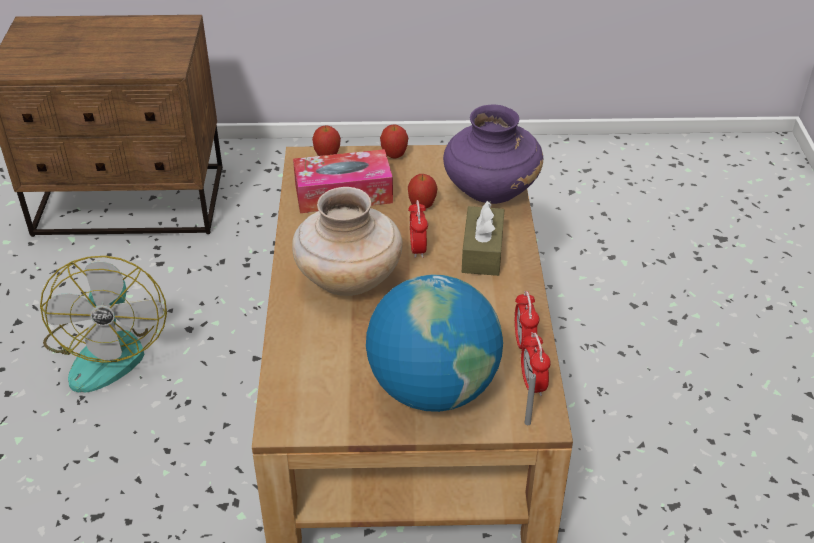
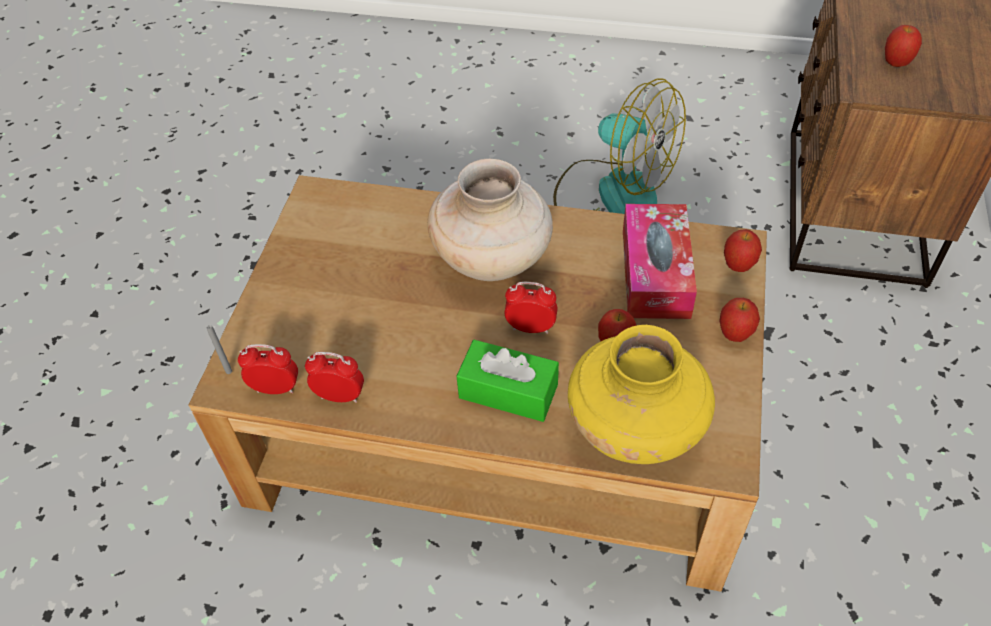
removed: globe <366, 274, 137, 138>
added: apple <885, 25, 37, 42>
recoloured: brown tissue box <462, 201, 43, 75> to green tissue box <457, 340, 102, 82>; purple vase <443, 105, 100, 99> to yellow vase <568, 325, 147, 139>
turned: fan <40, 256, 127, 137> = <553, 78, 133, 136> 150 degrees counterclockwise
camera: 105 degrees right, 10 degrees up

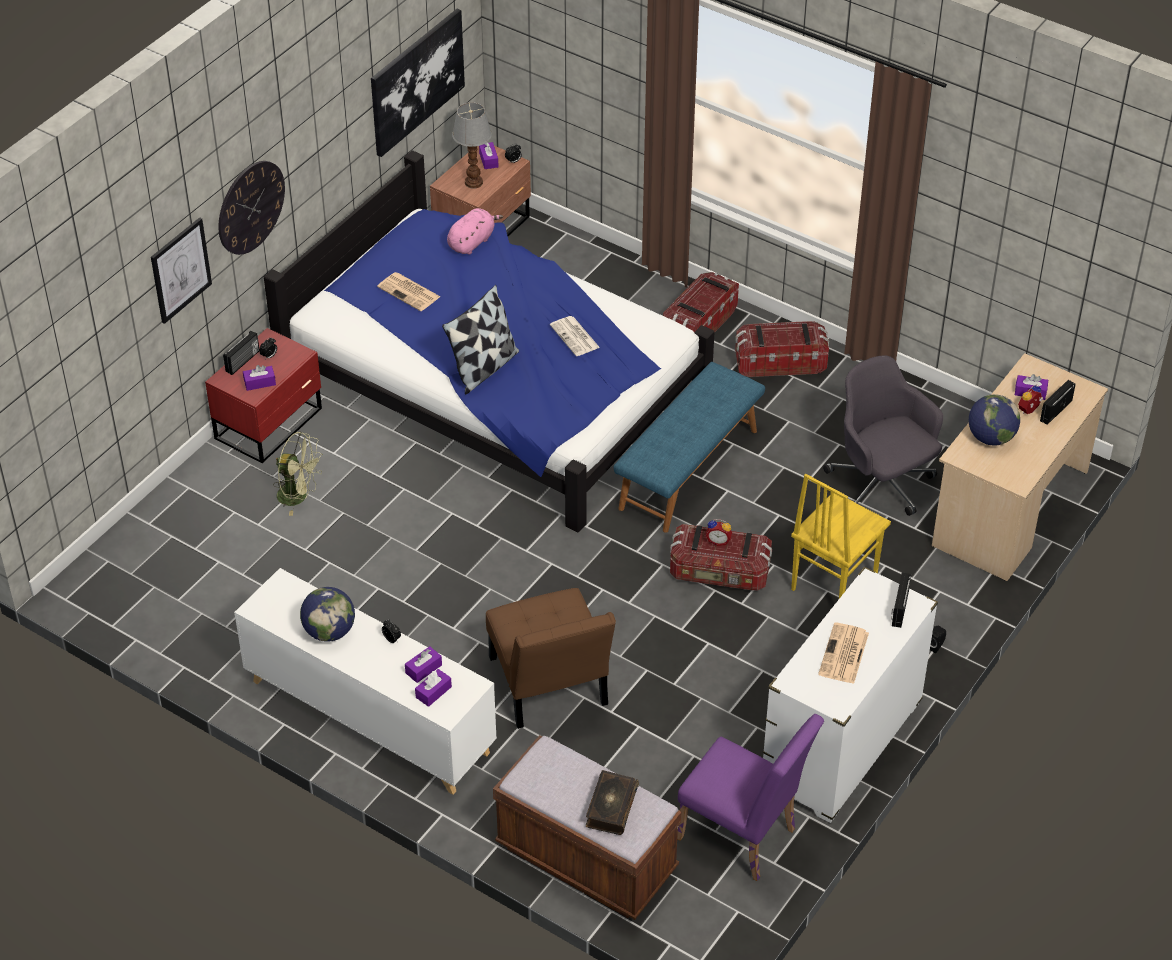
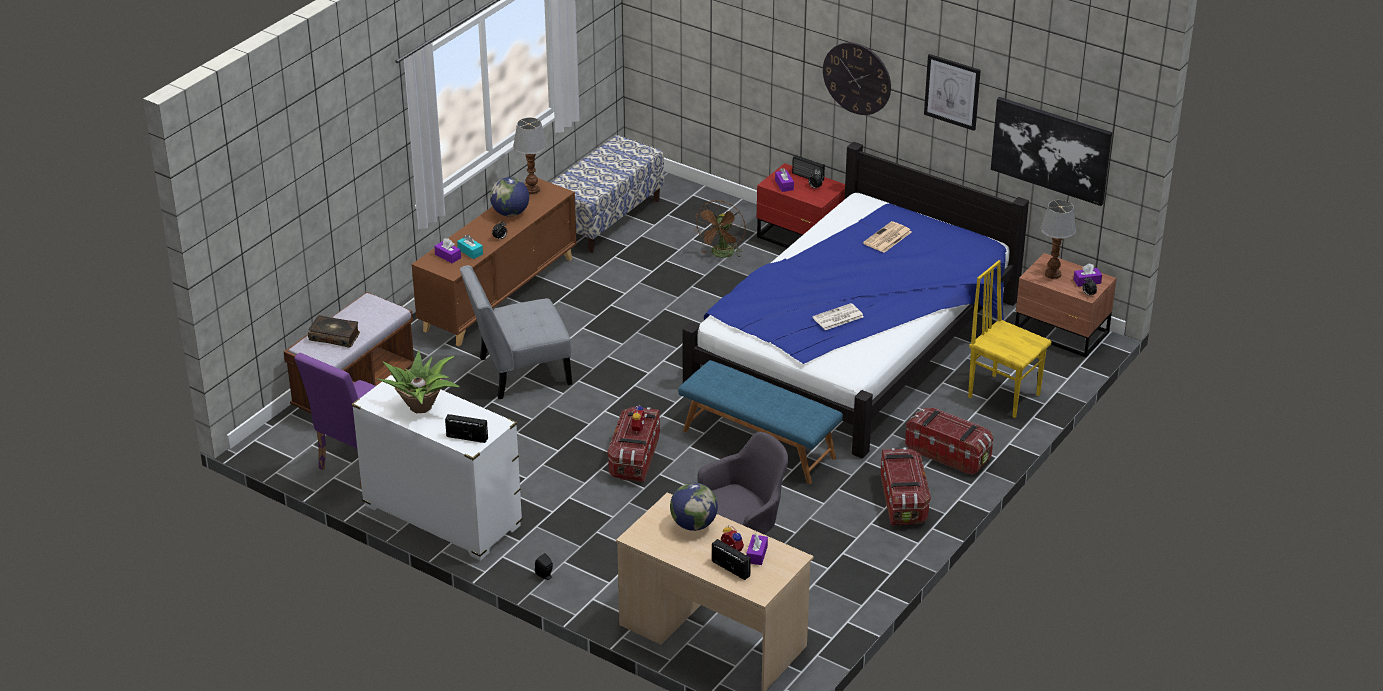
removed: pillow <442, 285, 77, 109>; pink plush toy <447, 208, 56, 47>
added: table lamp <513, 118, 34, 77>; bench <550, 135, 114, 118>
moved: picture <151, 217, 61, 107> to <924, 54, 57, 77>; yellow chair <791, 474, 100, 125> to <968, 260, 84, 158>
replaced: newspaper <818, 623, 51, 61> to potted plant <377, 351, 83, 62>
recoloured: white cabinet <234, 568, 263, 227> to brown cabinet <412, 178, 165, 168>; purple tissue box <405, 646, 37, 37> to turquoise tissue box <457, 235, 26, 24>; brown chair <486, 588, 130, 141> to grey chair <460, 265, 112, 134>; green fan <273, 431, 50, 85> to brown fan <694, 200, 51, 58>
camera: 90 degrees right, 10 degrees down

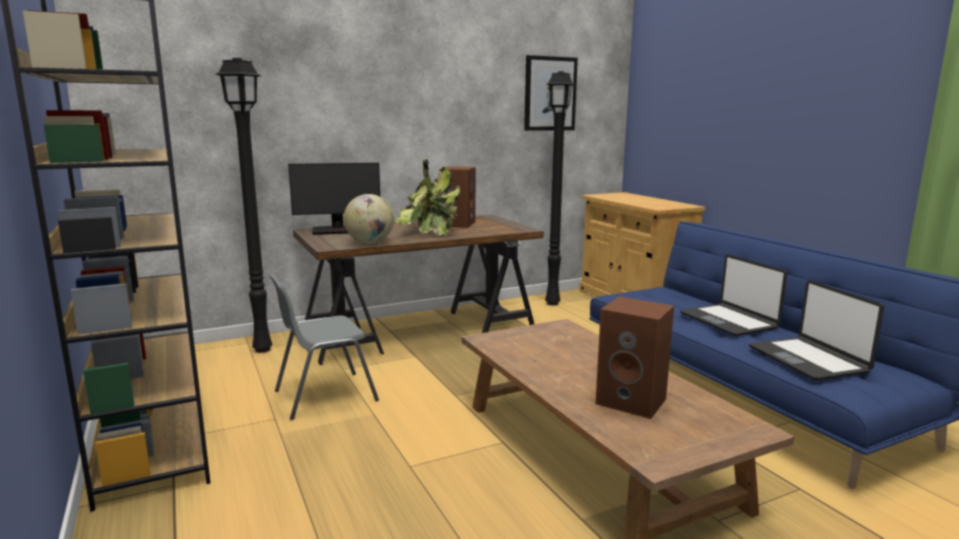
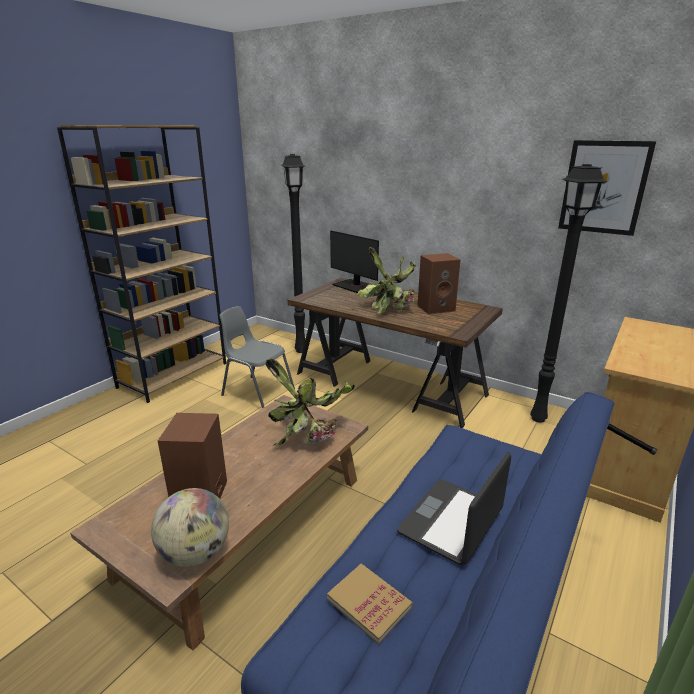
added: potted plant <266, 359, 89, 87>
moved: globe <344, 194, 50, 50> to <151, 488, 78, 79>
replaced: laptop <749, 280, 135, 100> to book <327, 564, 86, 81>
camera: 60 degrees right, 10 degrees up

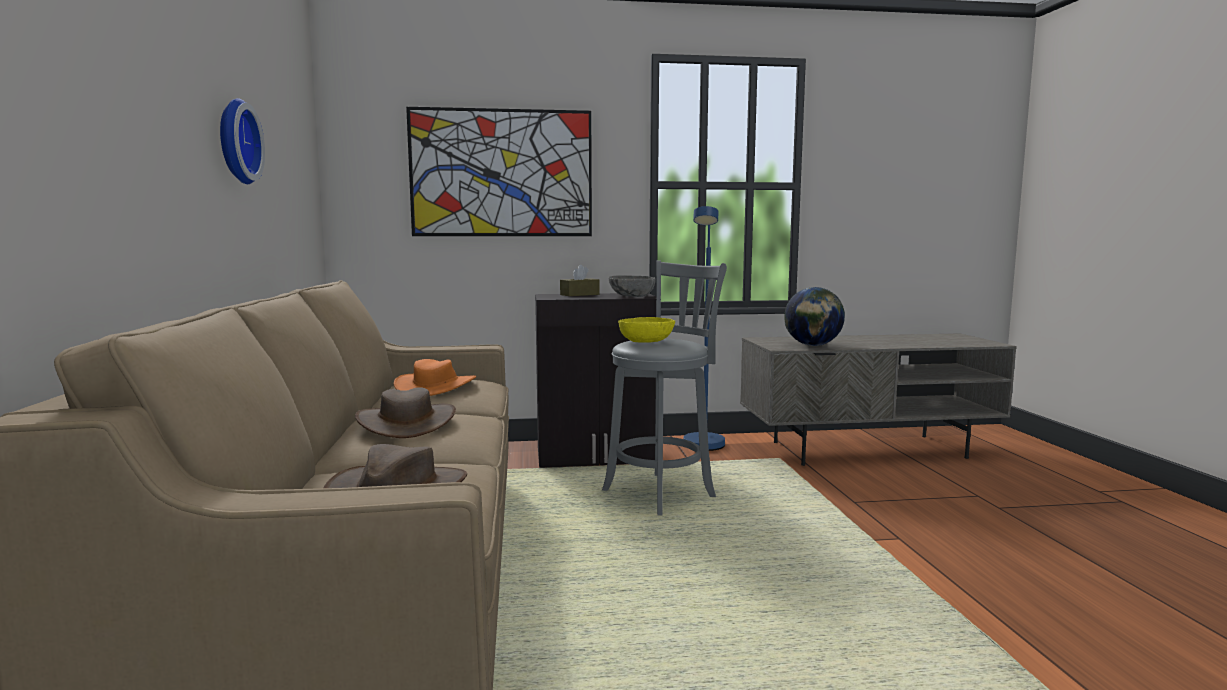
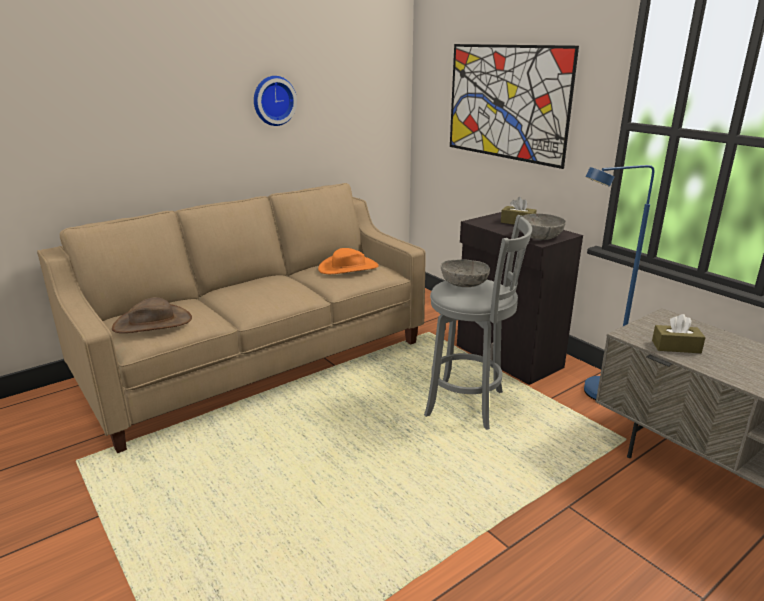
removed: brown hat <355, 387, 101, 51>
replaced: globe <784, 287, 61, 59> to brown tissue box <652, 314, 54, 39>
recoloured: yellow bowl <618, 317, 57, 26> to grey bowl <441, 259, 49, 28>
camera: 60 degrees right, 15 degrees up

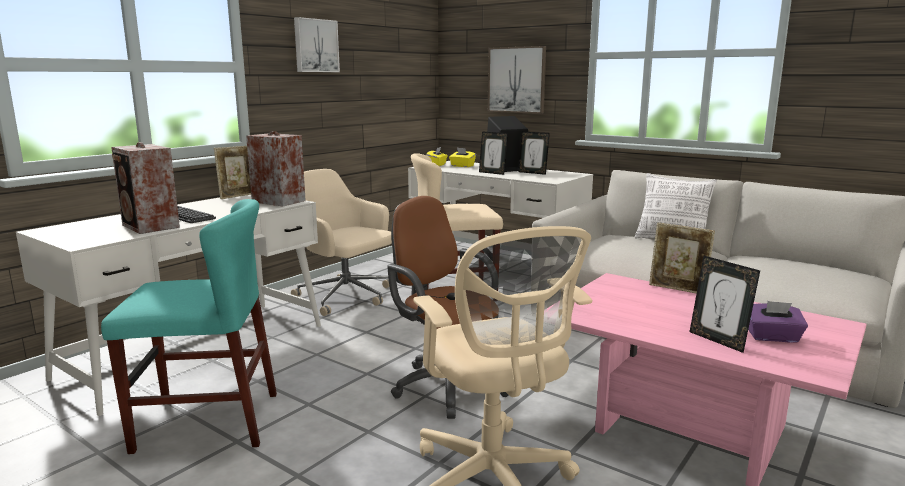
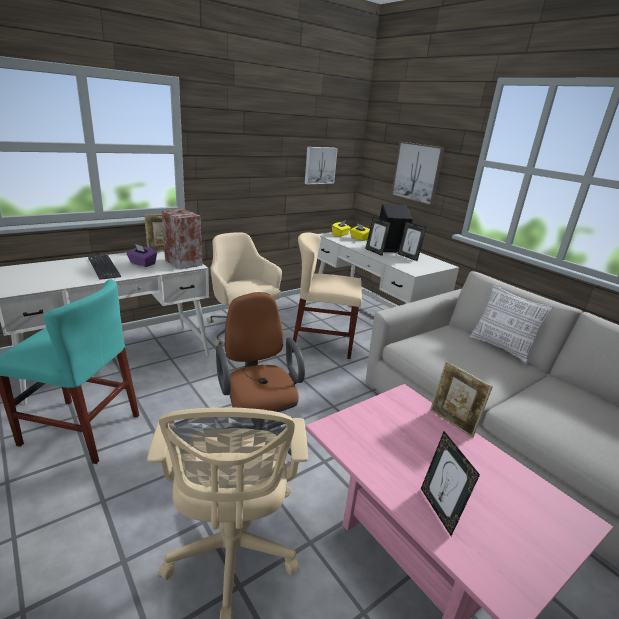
removed: speaker <111, 142, 69, 92>
moved: purple tissue box <748, 301, 60, 42> to <127, 244, 30, 23>; picture <294, 17, 46, 55> to <305, 147, 33, 37>
camera: 15 degrees right, 10 degrees up

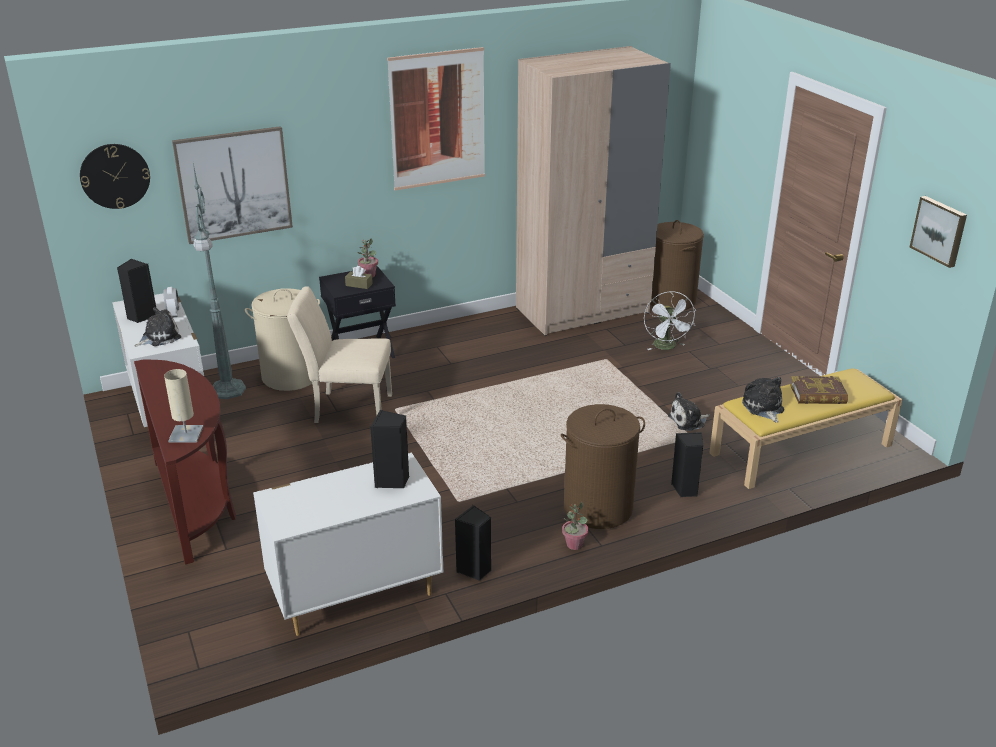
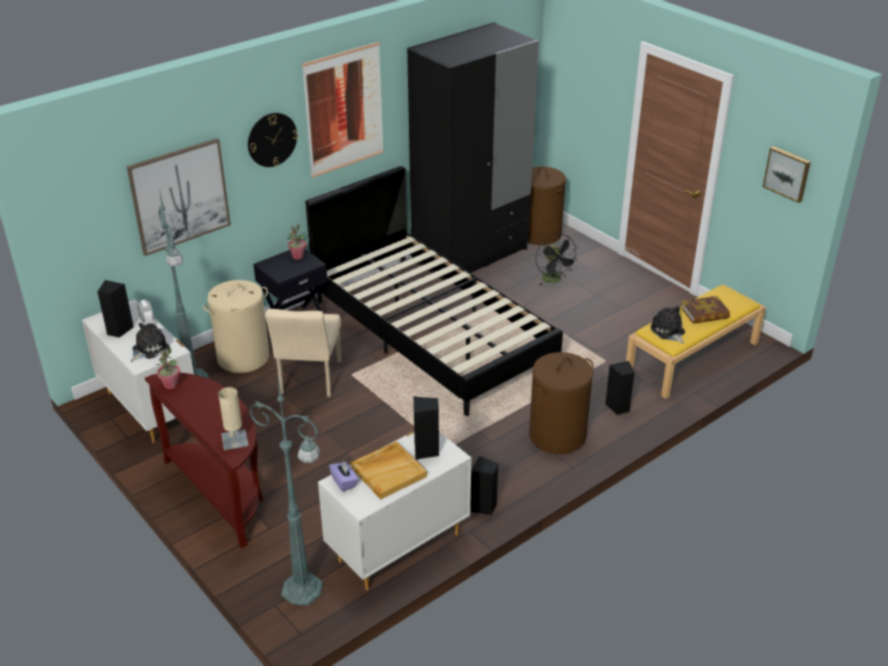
removed: brown tissue box <345, 266, 28, 23>; plush toy <668, 392, 42, 39>
added: green floor lamp <249, 378, 74, 228>; black bed <305, 166, 258, 250>; purple tissue box <329, 461, 29, 31>; beige tray <351, 441, 76, 59>
moved: potted plant <562, 502, 26, 48> to <156, 347, 24, 42>; wall clock <80, 144, 70, 65> to <248, 113, 50, 54>
recoloured: beige wardrobe <516, 46, 155, 290> to black wardrobe <407, 22, 132, 259>; white fan <644, 291, 52, 59> to black fan <536, 234, 42, 52>
turned: beige chair <287, 286, 105, 137> = <265, 309, 76, 88> 75 degrees counterclockwise
camera: 15 degrees left, 5 degrees up

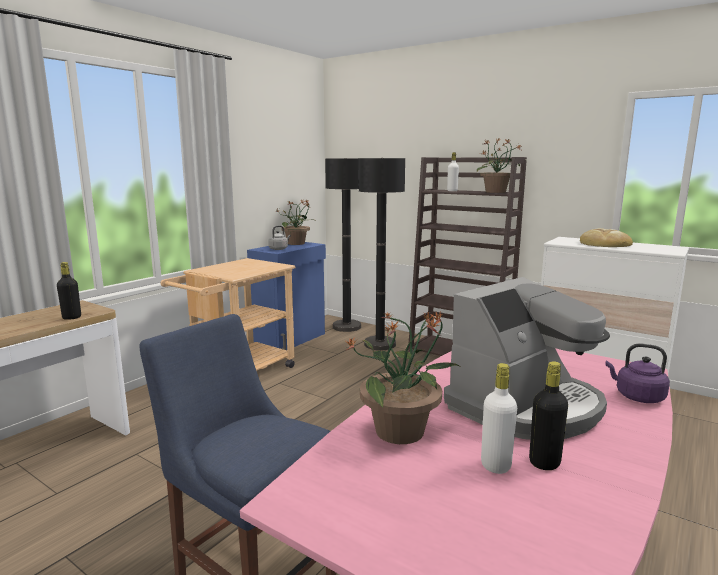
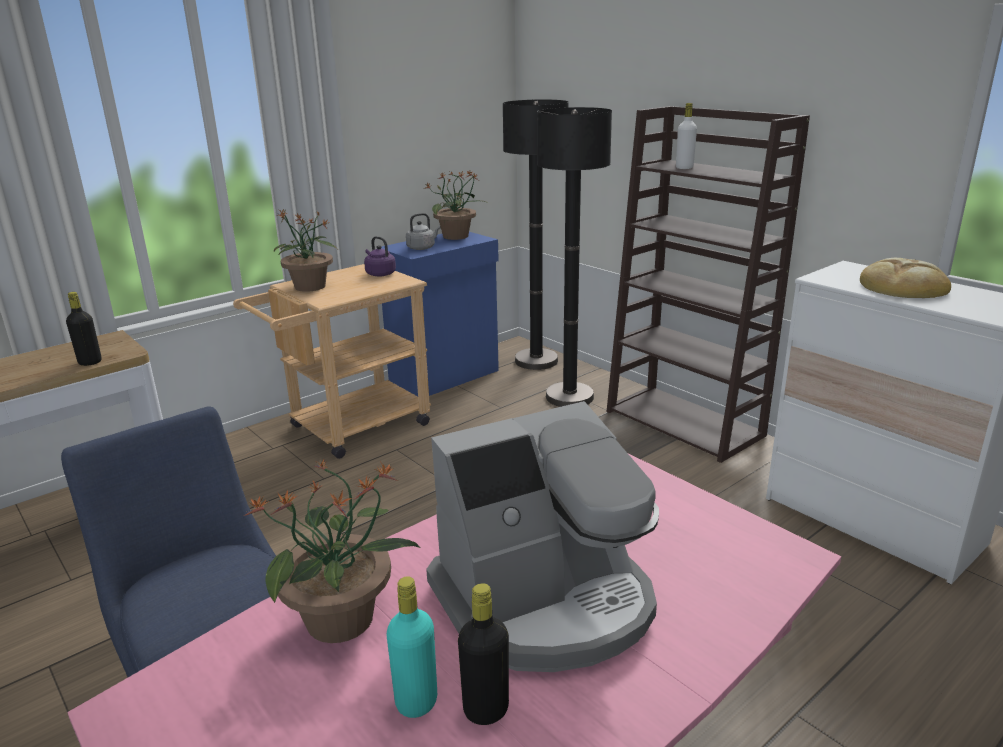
moved: potted plant <477, 138, 45, 55> to <274, 210, 63, 82>; purple kettle <606, 343, 64, 60> to <364, 236, 32, 41>
recoloured: white bottle <481, 363, 36, 111> to turquoise bottle <386, 576, 51, 142>
camera: 15 degrees right, 10 degrees up

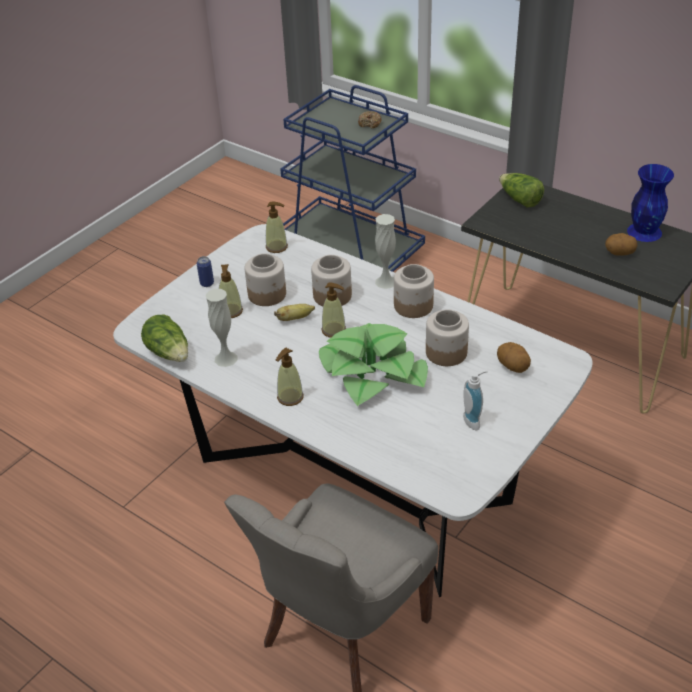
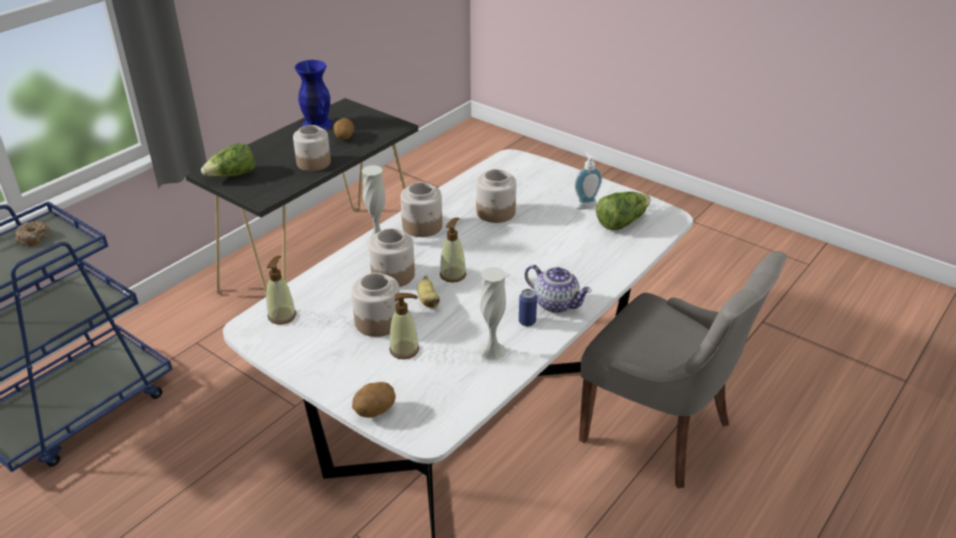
removed: potted plant <319, 323, 109, 83>
added: jar <293, 125, 38, 46>
moved: potato <497, 342, 34, 31> to <352, 382, 44, 36>; can <197, 256, 17, 31> to <519, 289, 18, 37>; lettuce <141, 315, 47, 47> to <596, 191, 55, 39>
replaced: soap dispenser <276, 348, 28, 58> to teapot <525, 265, 67, 48>
camera: 90 degrees left, 5 degrees down

